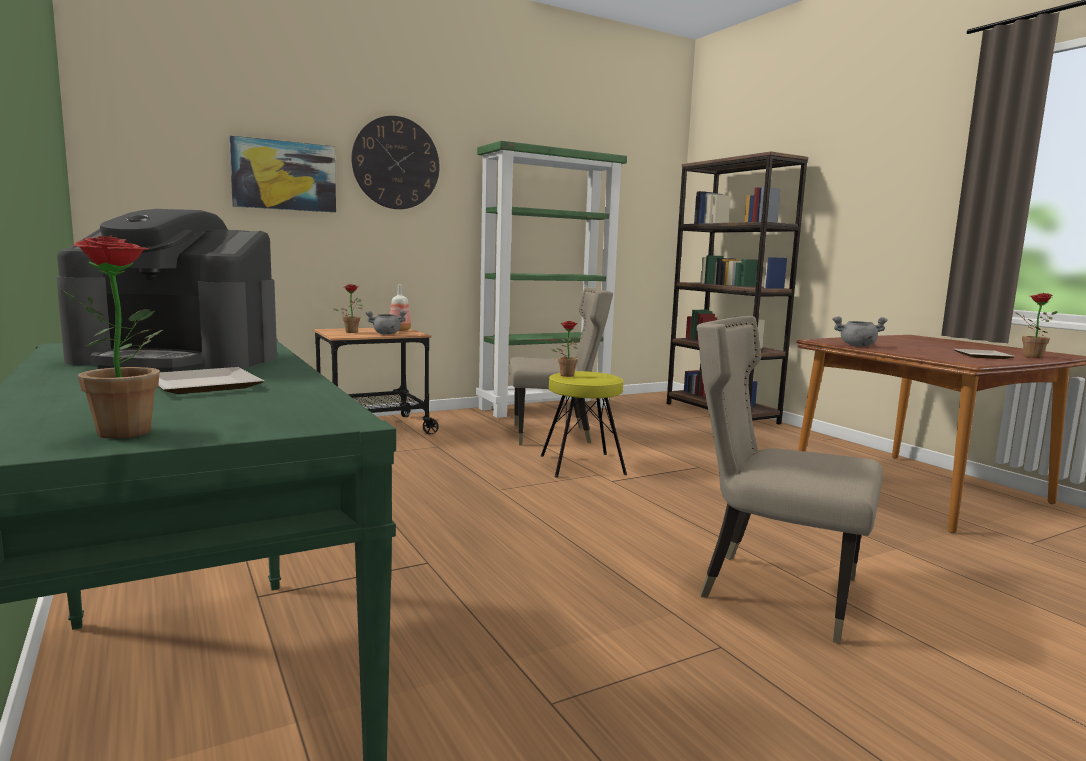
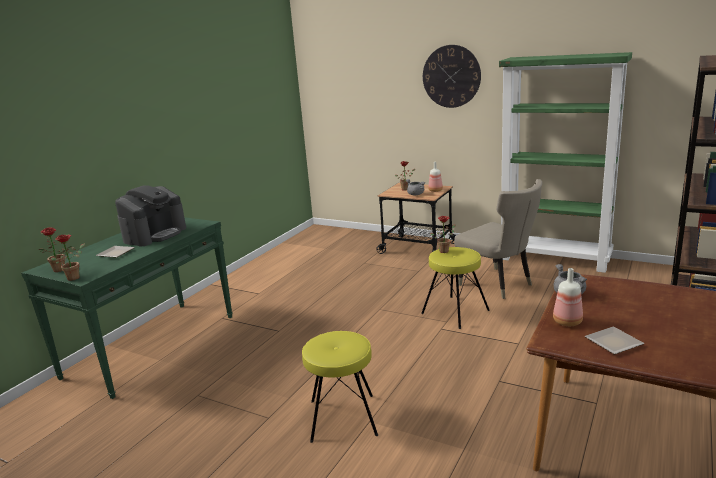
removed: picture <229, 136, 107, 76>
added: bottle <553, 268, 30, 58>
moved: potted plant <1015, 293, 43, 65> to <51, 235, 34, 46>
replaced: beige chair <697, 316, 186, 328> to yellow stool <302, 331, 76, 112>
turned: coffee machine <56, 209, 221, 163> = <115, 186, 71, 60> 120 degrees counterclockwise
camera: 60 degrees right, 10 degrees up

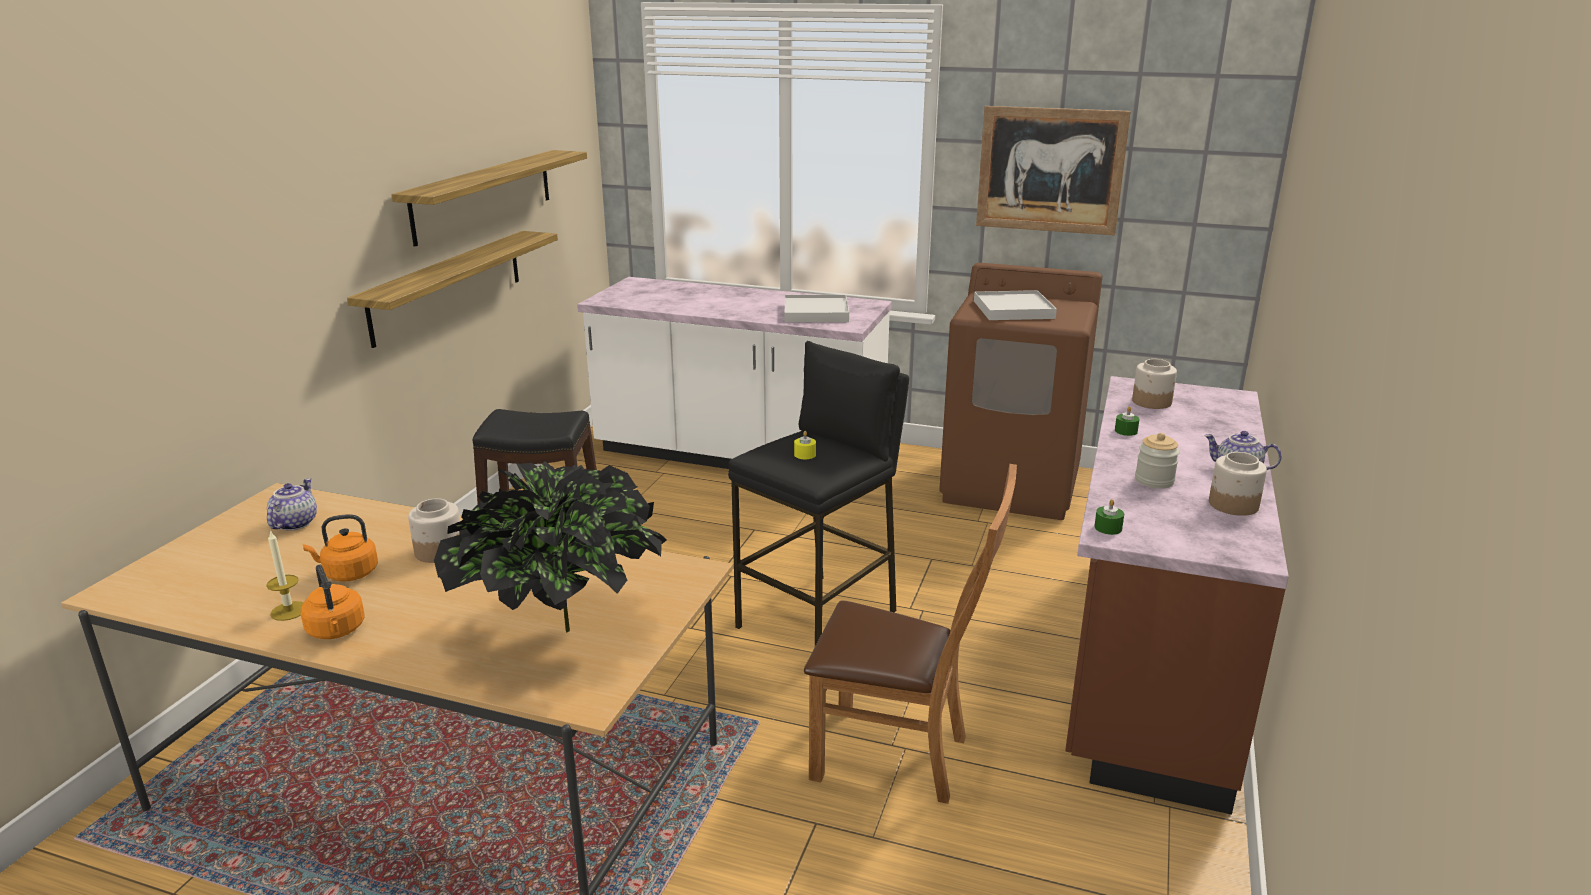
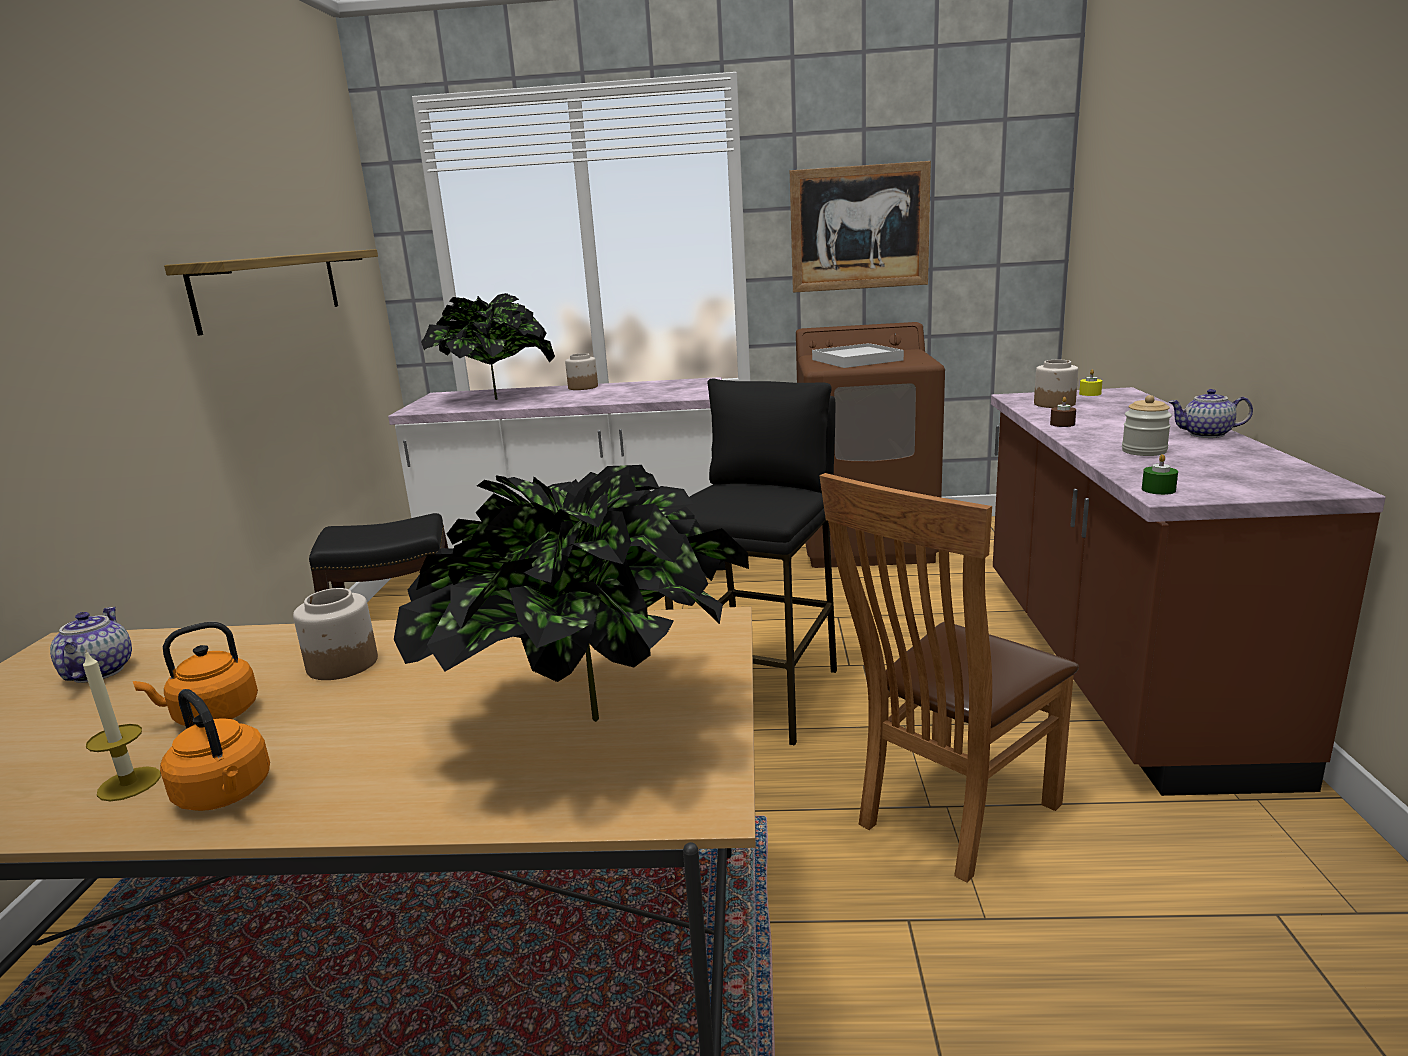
removed: shelf <347, 231, 211, 117>; white tray <785, 295, 64, 27>
added: potted plant <421, 293, 134, 107>
moved: jar <1209, 452, 58, 64> to <565, 353, 33, 37>; yellow candle <794, 431, 22, 28> to <1079, 369, 23, 27>
recoloured: green candle <1115, 407, 25, 29> to brown candle <1050, 397, 26, 30>
turned: brown chair <804, 464, 213, 340> = <819, 473, 260, 410> 135 degrees clockwise
camera: 15 degrees left, 5 degrees down

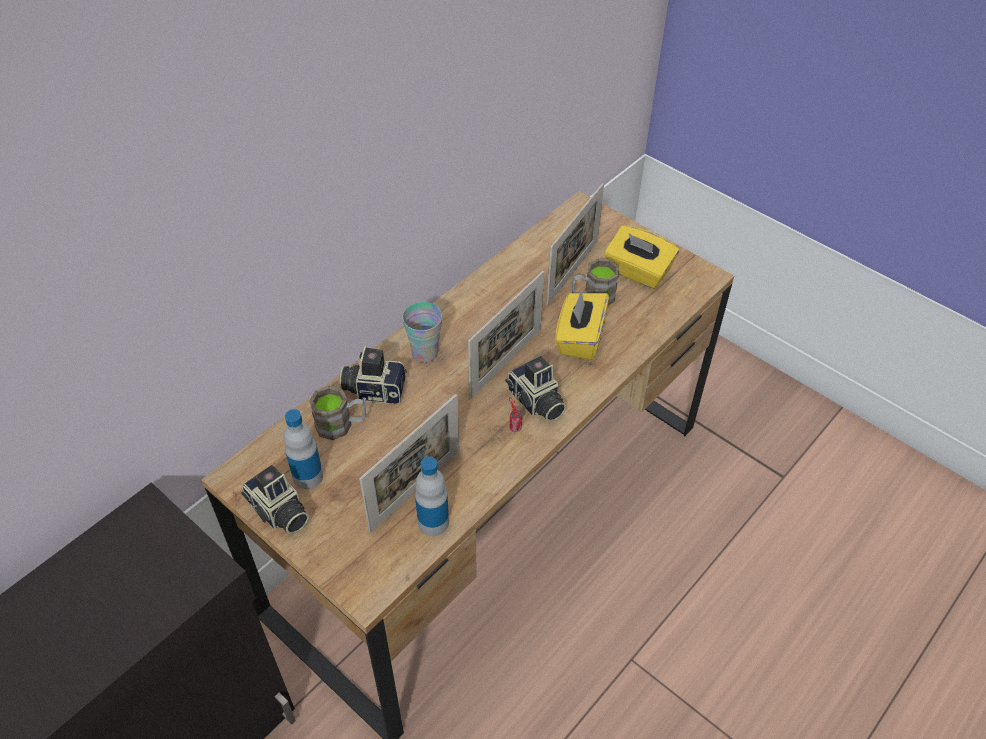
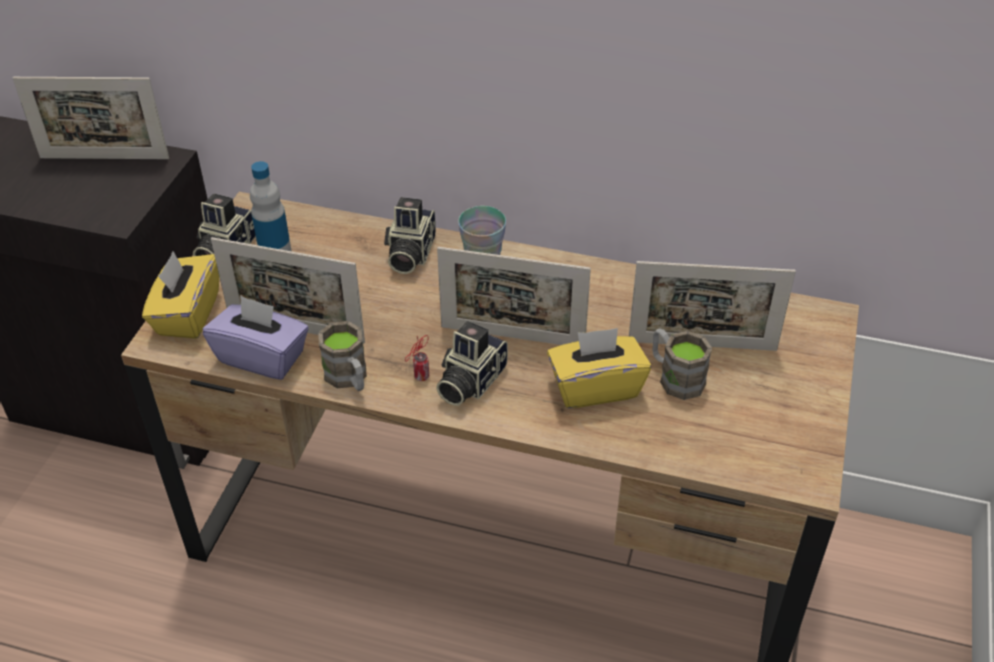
added: picture frame <13, 77, 156, 82>
moved: yellow tissue box <604, 225, 75, 64> to <142, 251, 77, 88>; brown mug <309, 386, 57, 54> to <318, 321, 49, 70>
replaced: bottle <415, 456, 34, 80> to purple tissue box <203, 295, 106, 85>
turned: photo camera <339, 346, 68, 58> = <384, 197, 52, 77> 150 degrees counterclockwise
camera: 65 degrees right, 5 degrees down

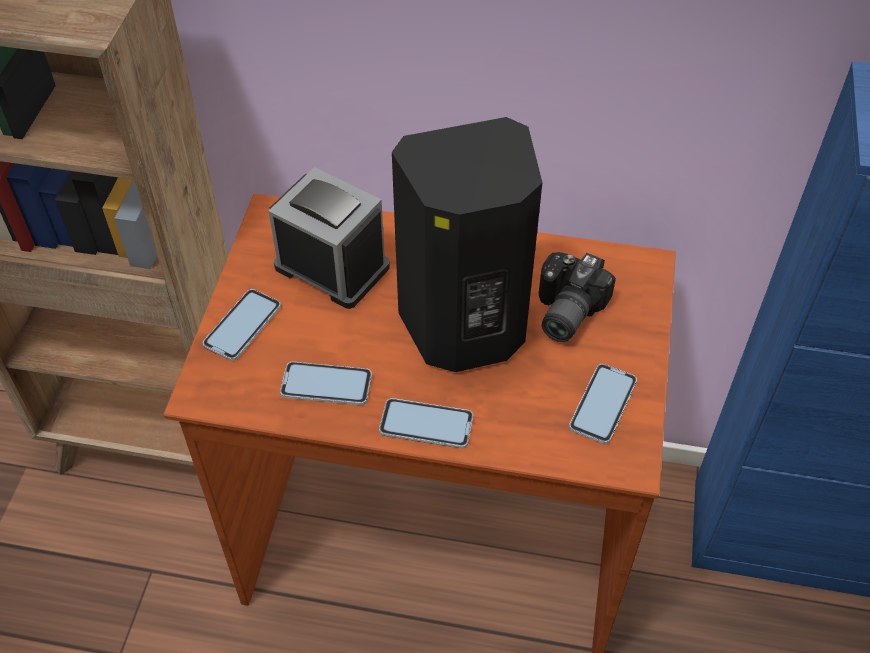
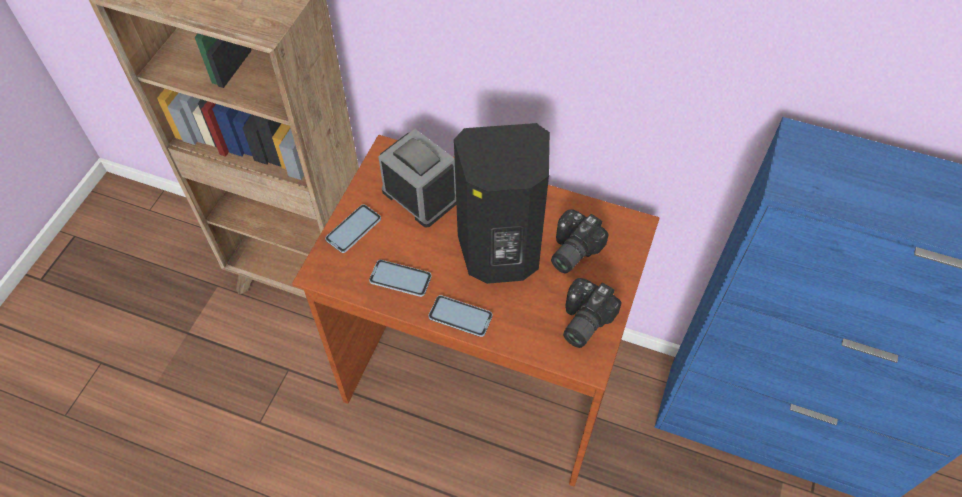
replaced: phone <569, 364, 68, 80> to photo camera <563, 278, 59, 70>
camera: 10 degrees right, 5 degrees up

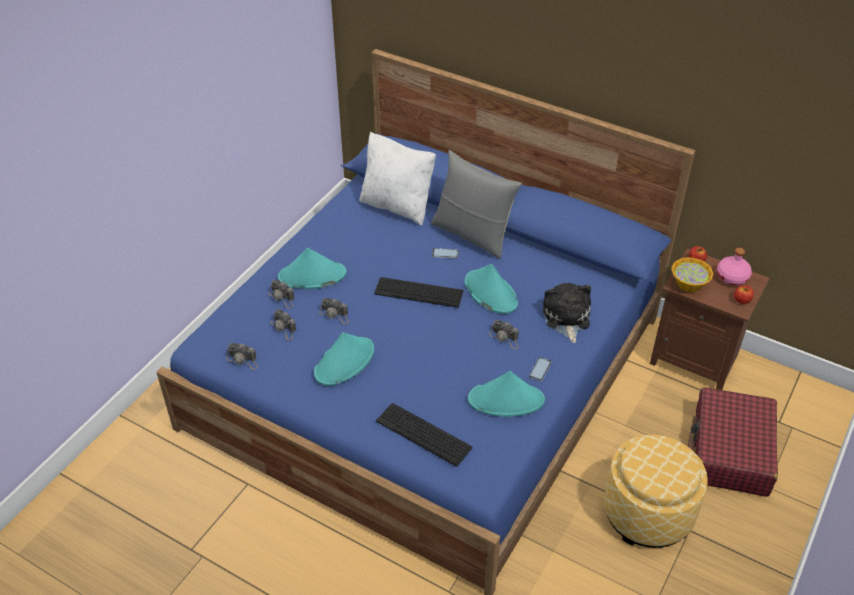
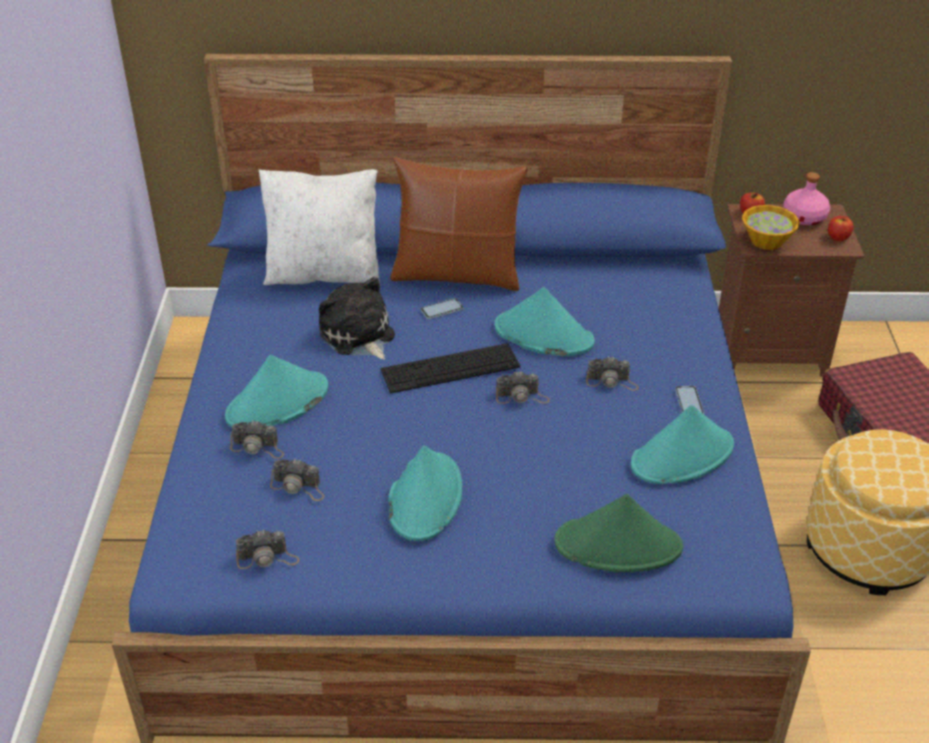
moved: plush toy <543, 283, 48, 60> to <319, 277, 76, 83>; photo camera <319, 298, 30, 26> to <496, 372, 54, 32>
replaced: keyboard <376, 403, 97, 64> to green hat <554, 494, 129, 78>
recoloured: grey pillow <431, 150, 91, 109> to brown pillow <390, 157, 138, 134>
camera: 30 degrees left, 5 degrees down

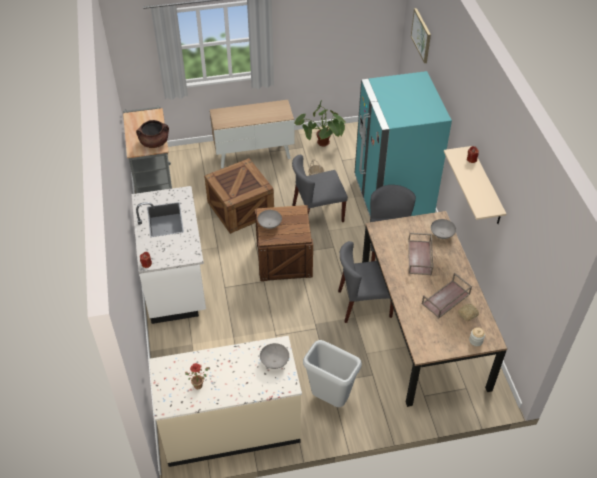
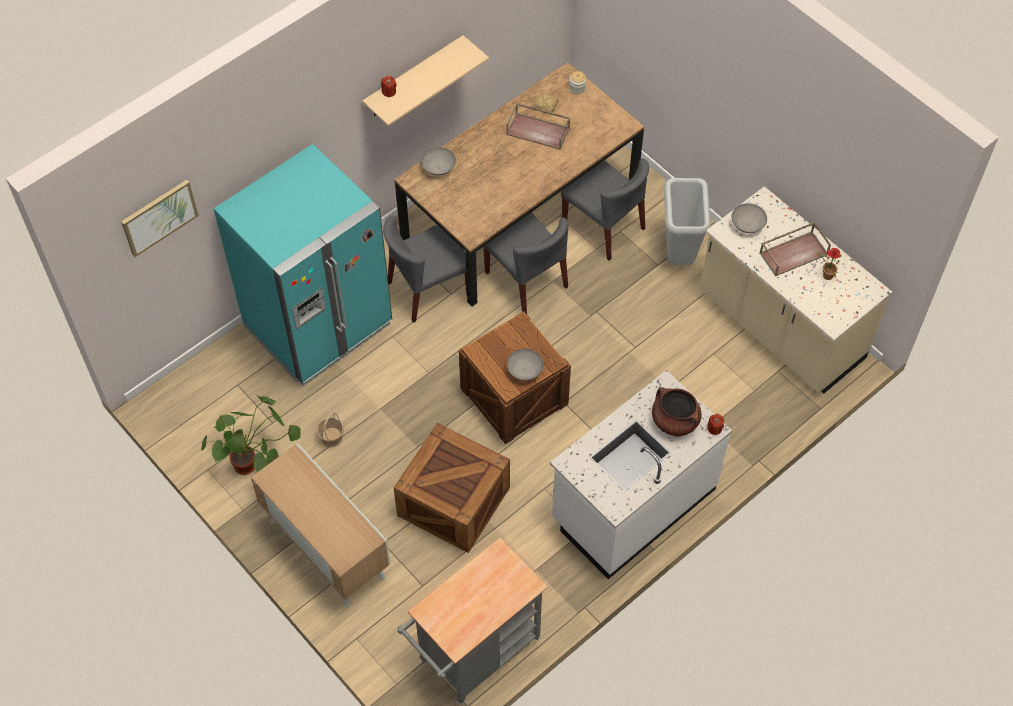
moved: grey chair <292, 155, 56, 67> to <561, 158, 88, 103>; brown cooking pot <136, 120, 33, 28> to <652, 387, 50, 49>; brown tray <408, 233, 25, 42> to <759, 222, 72, 54>
camera: 120 degrees left, 10 degrees up

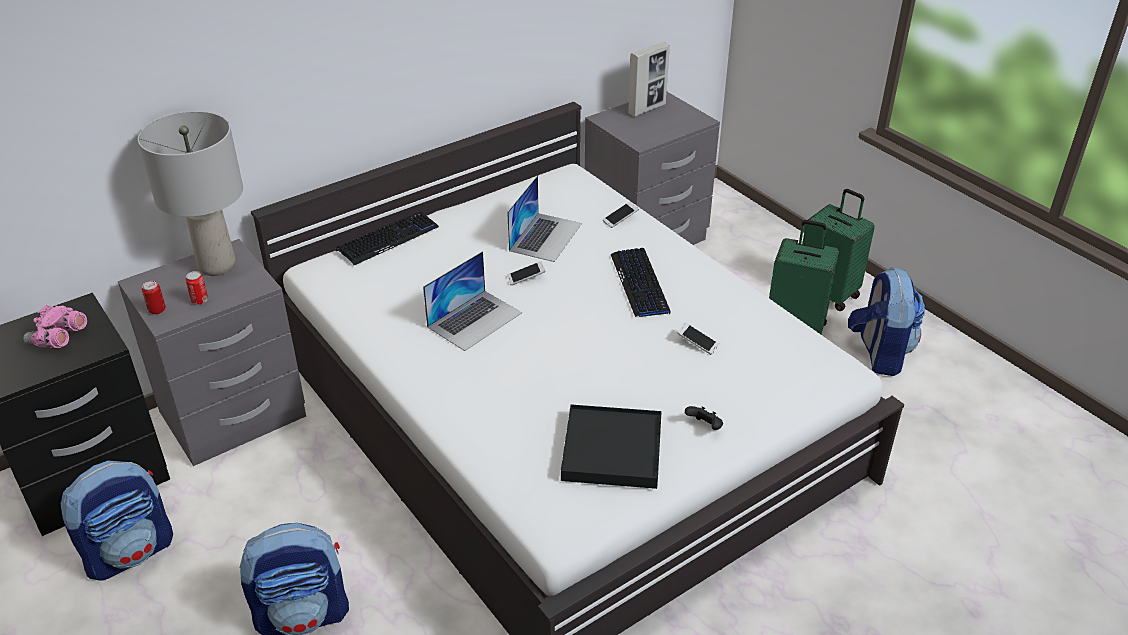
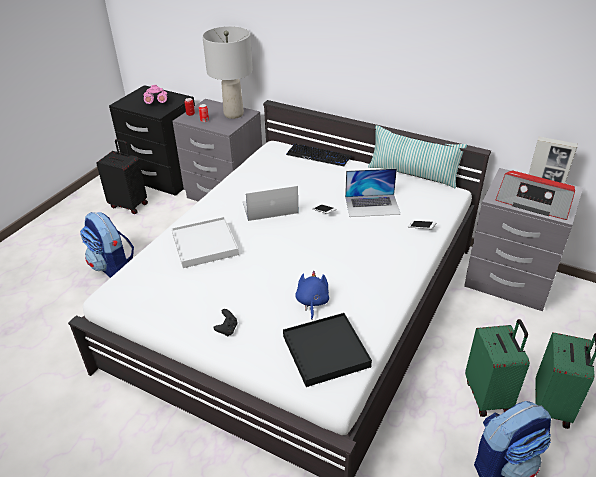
removed: keyboard <610, 248, 60, 69>
added: white tray <171, 217, 68, 51>; pillow <368, 125, 99, 64>; radio <496, 170, 79, 50>
moved: black tray <561, 404, 101, 85> to <283, 313, 89, 74>
replaced: backpack <60, 460, 113, 121> to black suitcase <96, 139, 52, 75>; phone <677, 323, 42, 32> to blue plush toy <295, 271, 34, 49>
turned: laptop <423, 251, 99, 100> = <243, 186, 55, 35> 150 degrees clockwise
camera: 65 degrees right, 0 degrees up

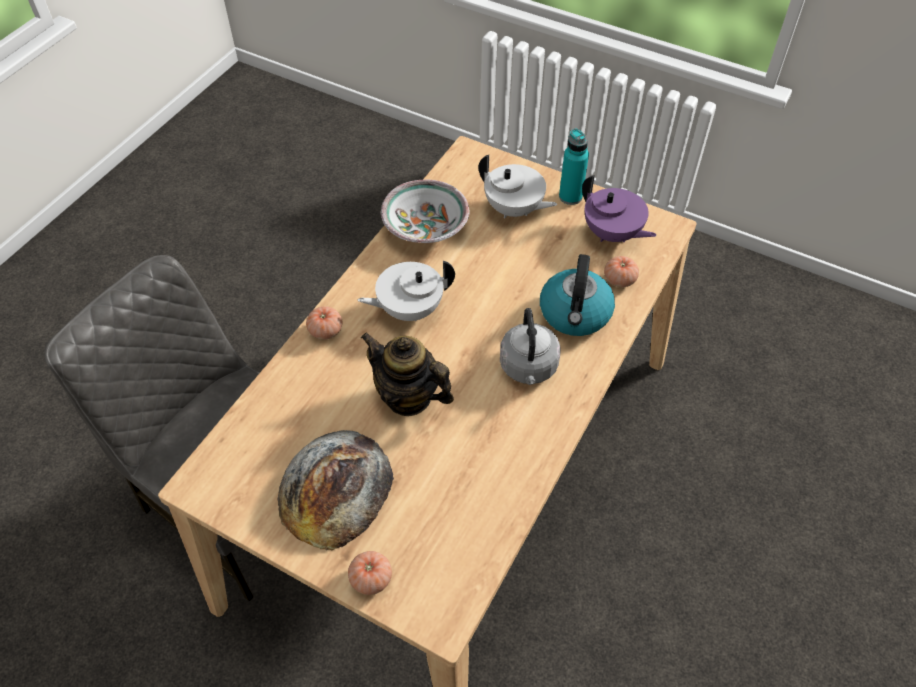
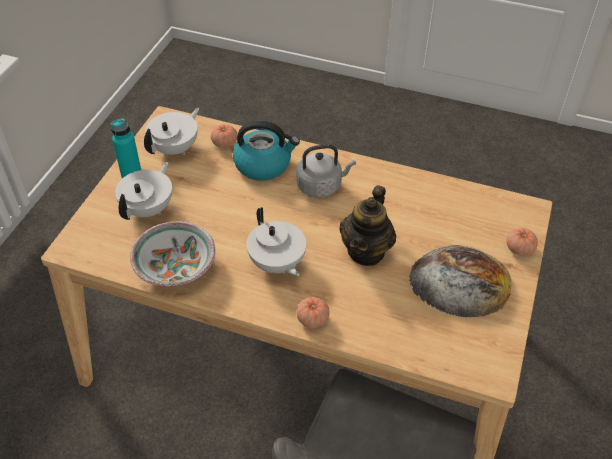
recoloured: purple teapot <582, 175, 75, 67> to white teapot <144, 108, 55, 48>
camera: 100 degrees left, 5 degrees down

